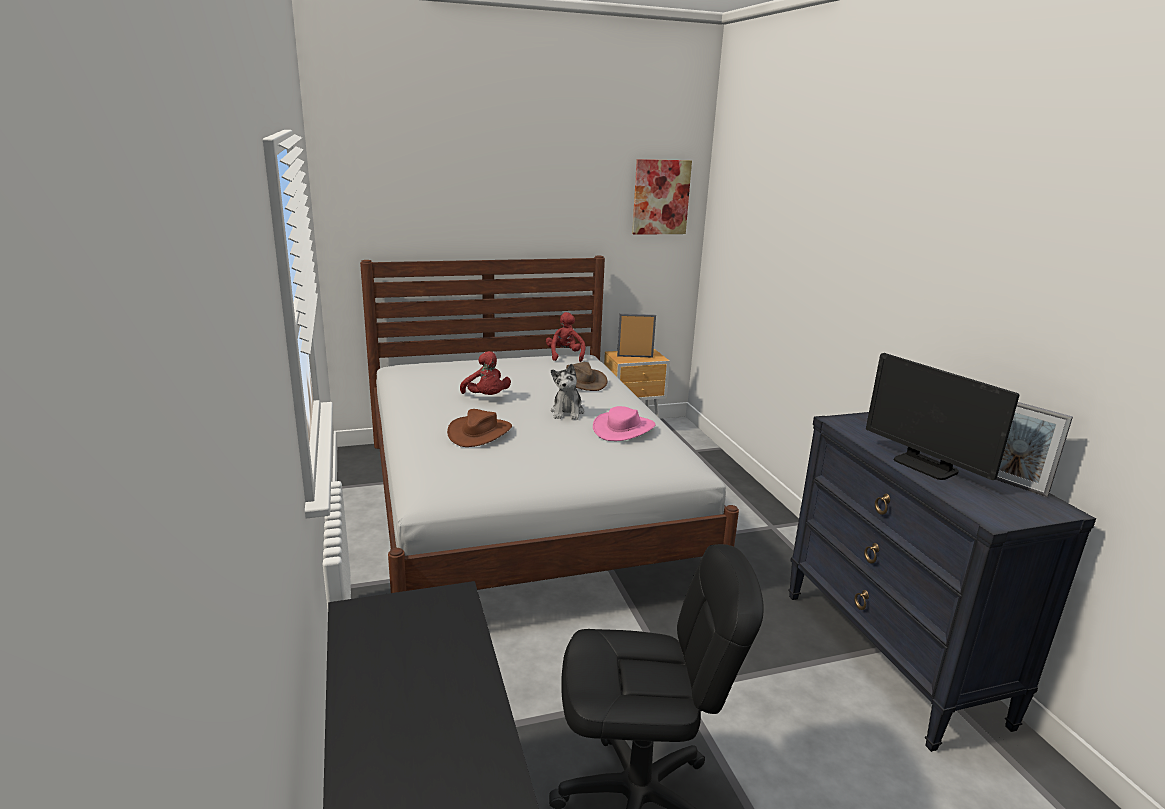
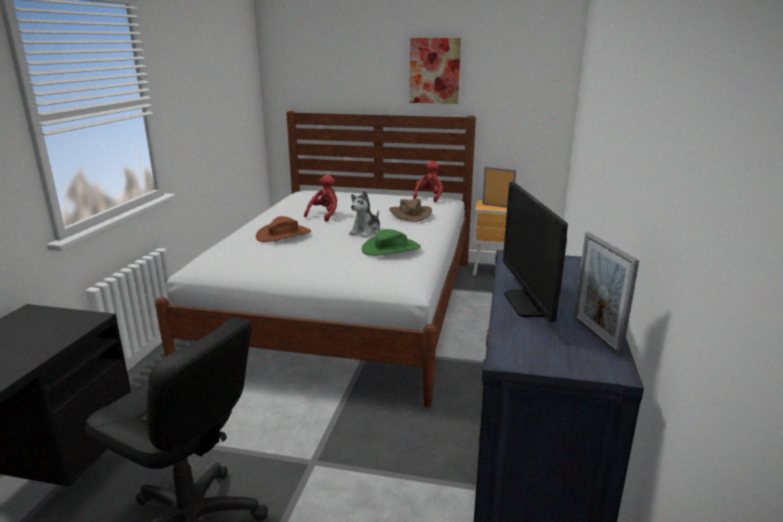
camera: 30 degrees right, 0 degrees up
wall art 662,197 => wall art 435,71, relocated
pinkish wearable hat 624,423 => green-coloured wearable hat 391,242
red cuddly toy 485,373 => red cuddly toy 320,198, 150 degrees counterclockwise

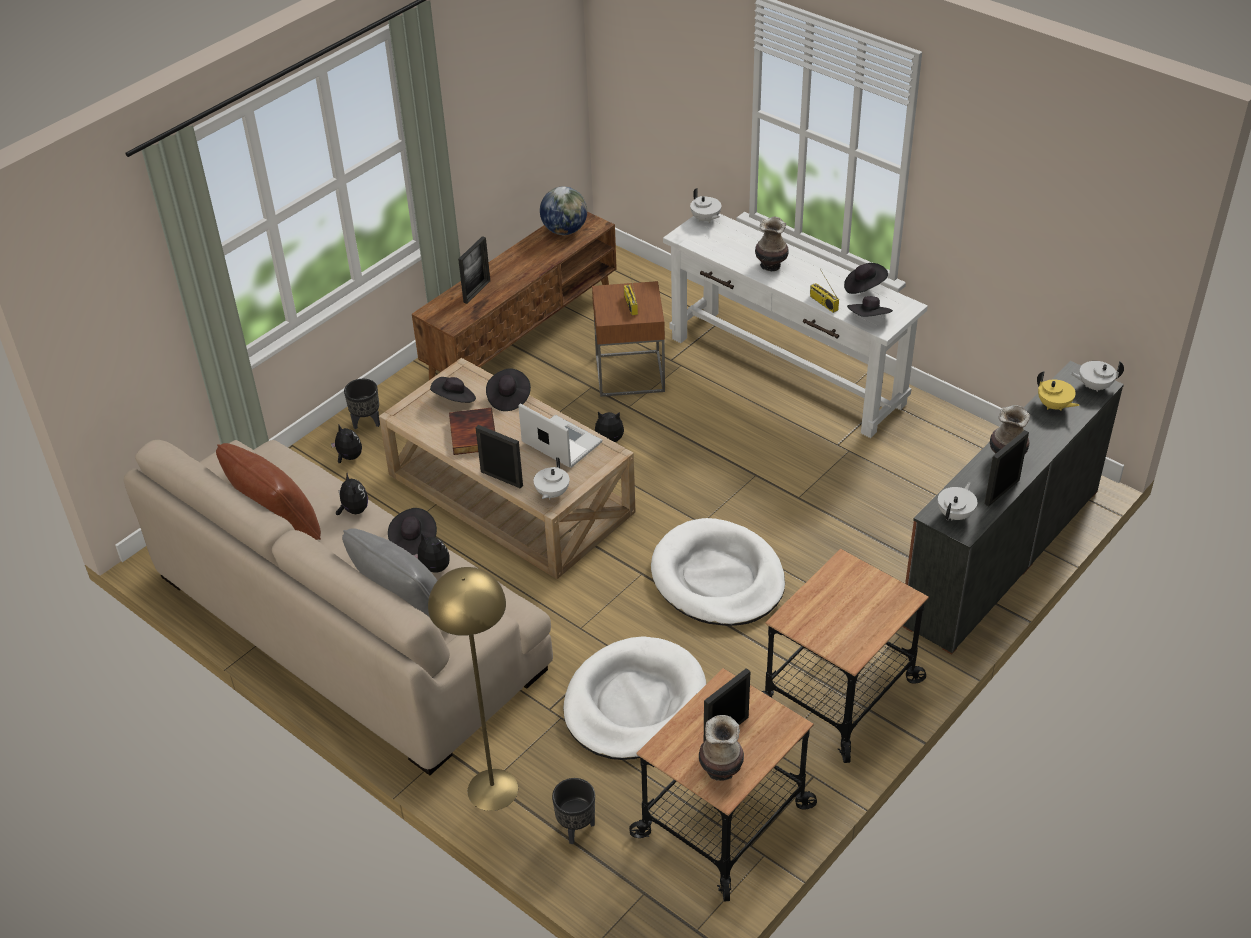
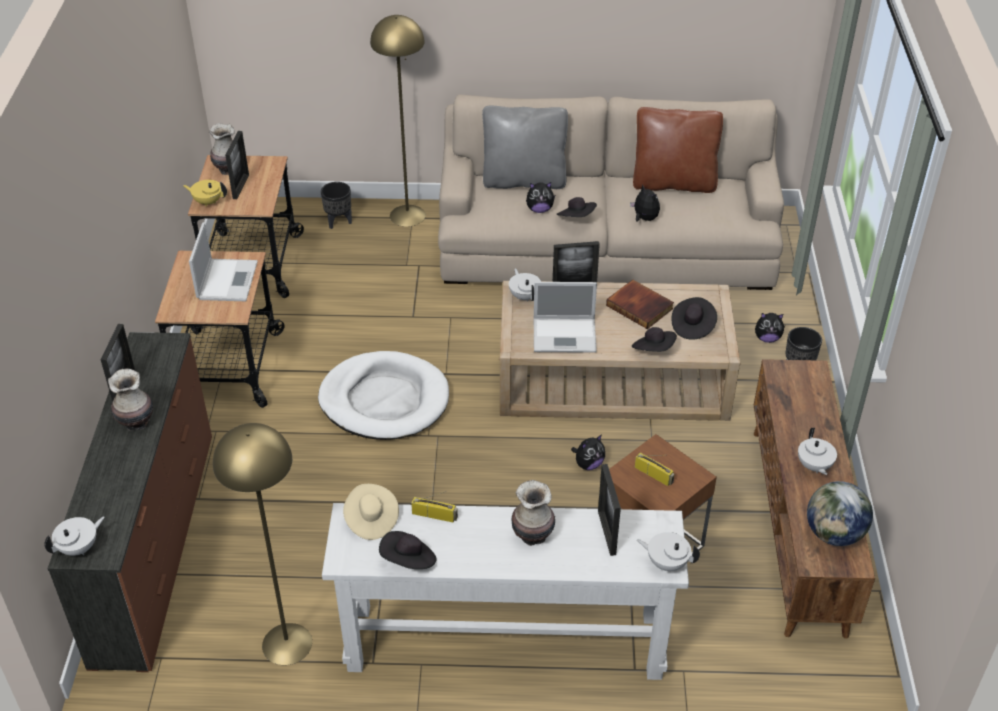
camera: 140 degrees right, 0 degrees up
whitish pet bed 634,698 => nothing
nothing => laptop 223,261
nothing => yellow standard lamp 262,544
photo frame 474,270 => photo frame 609,510, relocated
whitish pot for tea 957,501 => whitish pot for tea 817,451, relocated
yellow pot for tea 1058,391 => yellow pot for tea 205,193, relocated
blackish wearable hat 870,306 => beige wearable hat 371,512
cuddly toy 352,494 => cuddly toy 645,203, 150 degrees counterclockwise

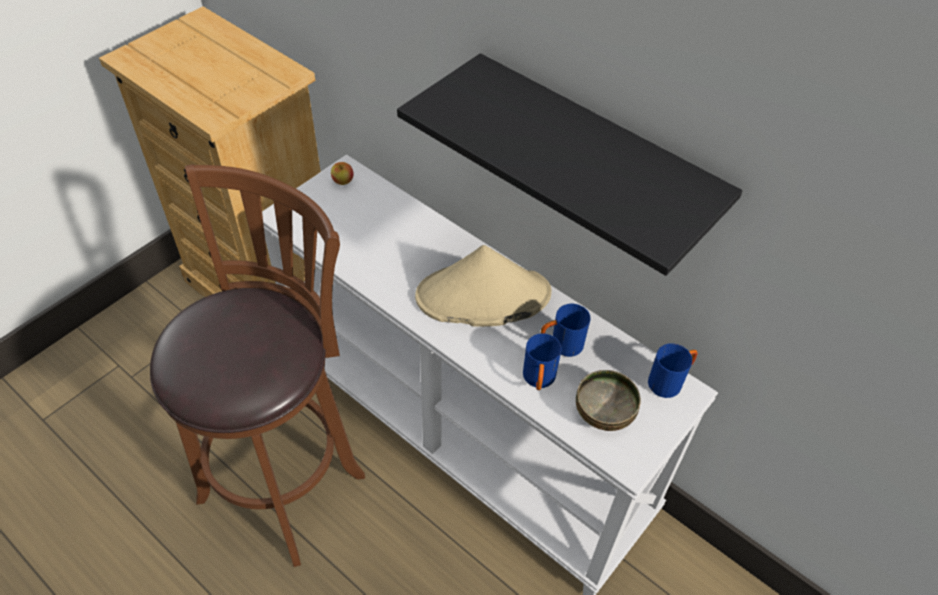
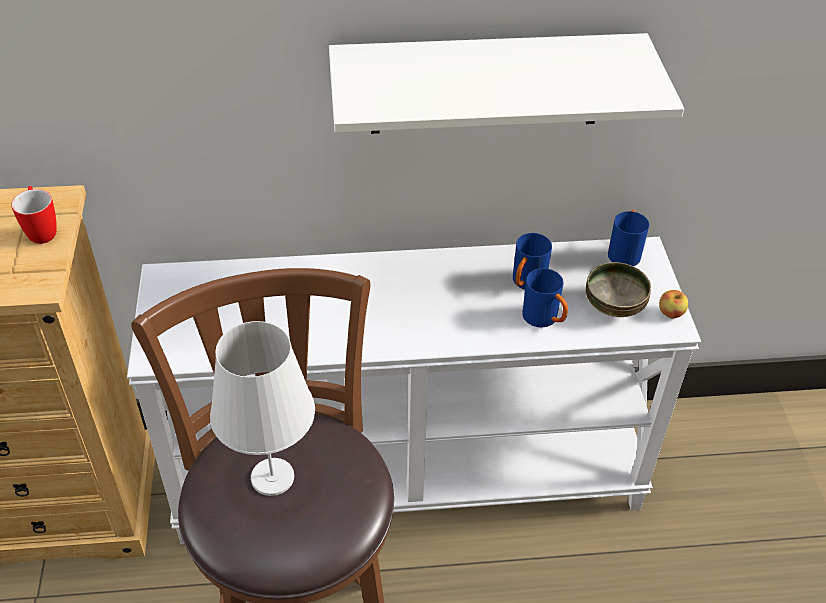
camera: 45 degrees left, 5 degrees down
beige wearable hat 483,286 => nothing
nothing => coffee mug 34,215
nothing => whitish lamp for a table 262,408
apple 342,173 => apple 673,304, relocated
blackish wall shelf 570,164 => whitish wall shelf 506,83

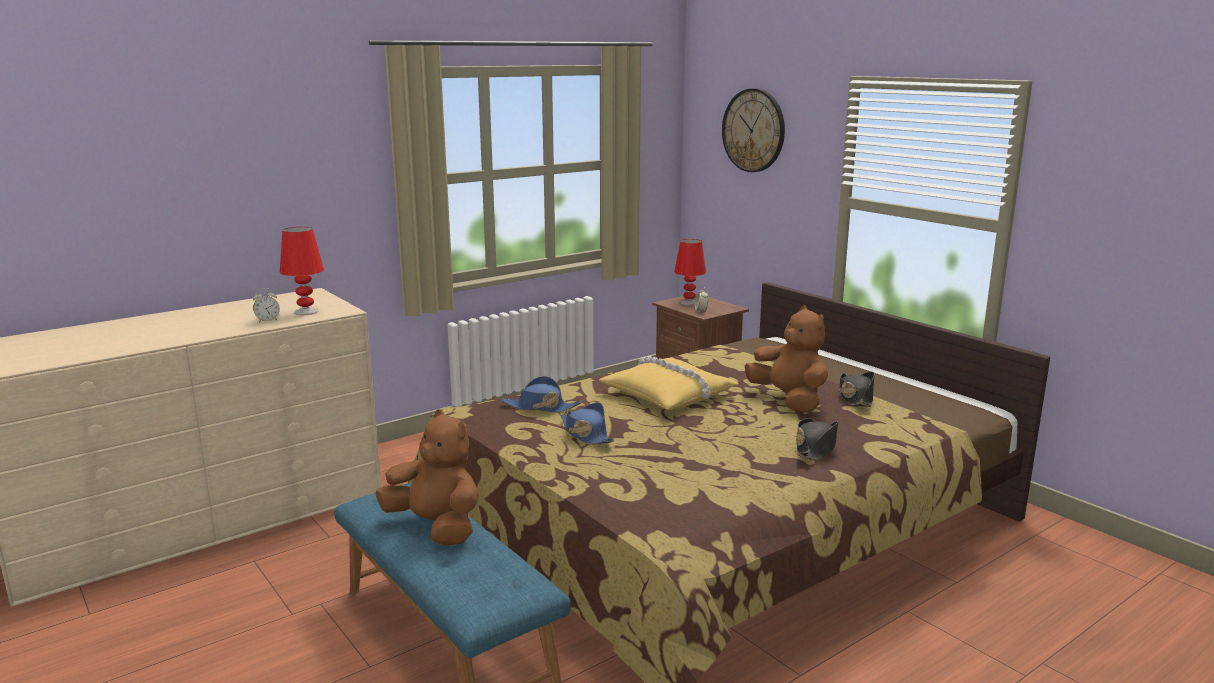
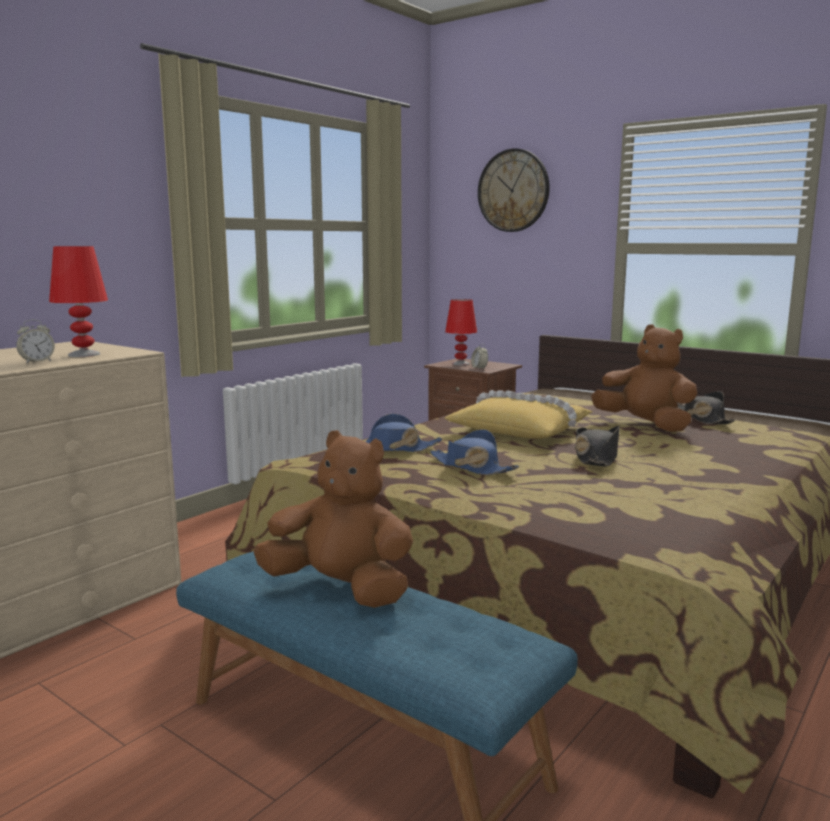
camera: 15 degrees left, 5 degrees down
blackish wearable hat 817,439 => blackish wearable hat 597,446, relocated

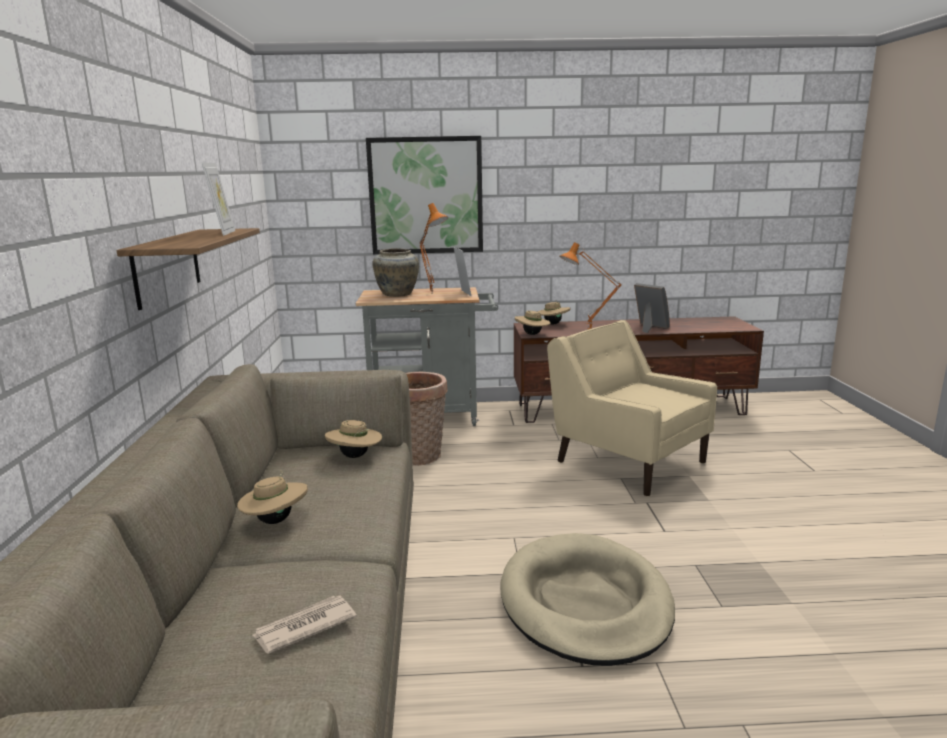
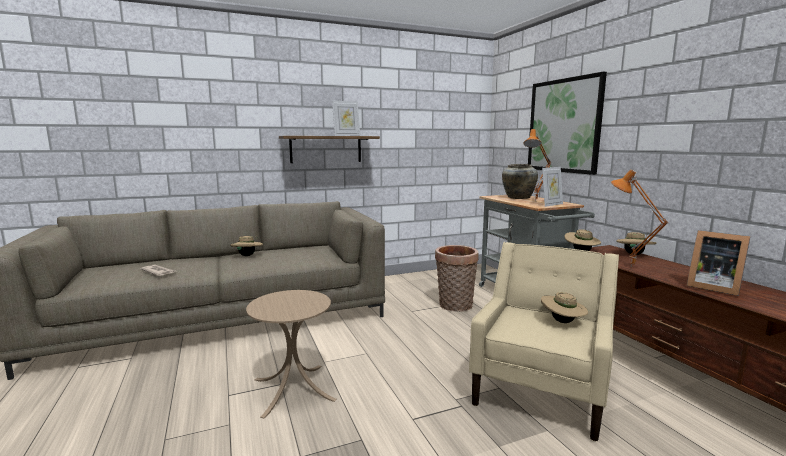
camera: 70 degrees right, 5 degrees down
beige wearable hat 353,439 => beige wearable hat 564,307, relocated
beige pet bed 587,599 => beige accent table 291,354
photo frame 652,308 => photo frame 718,263, 105 degrees clockwise

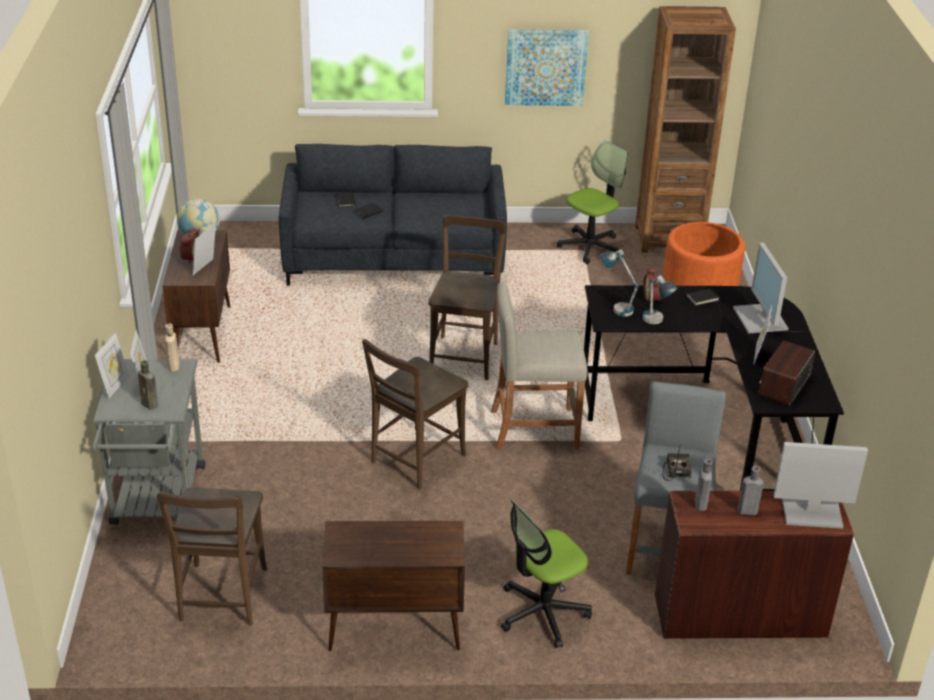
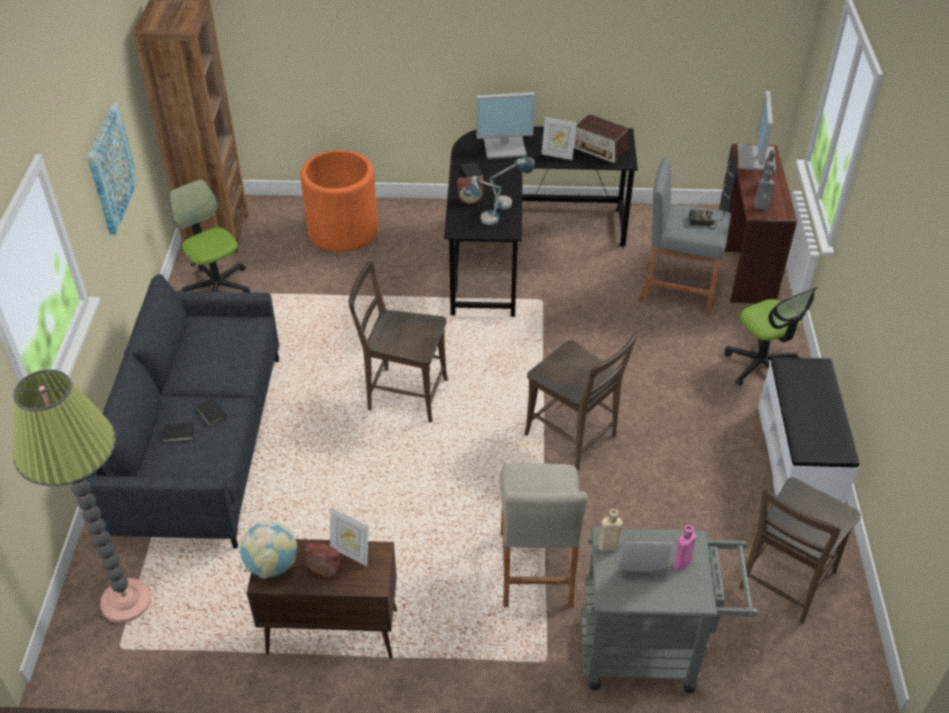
camera: 85 degrees left, 10 degrees up
photo frame 111,366 => nothing
nothing => standard lamp 82,496
beige sitting stool 539,365 => beige sitting stool 544,535, relocated
brown-coloured cupboard 393,586 => whitish long seat 808,430
brown-coloured beverage bottle 148,384 => pinkish beverage bottle 685,547
brown-coloured chair 212,556 => brown-coloured chair 800,551, 120 degrees clockwise

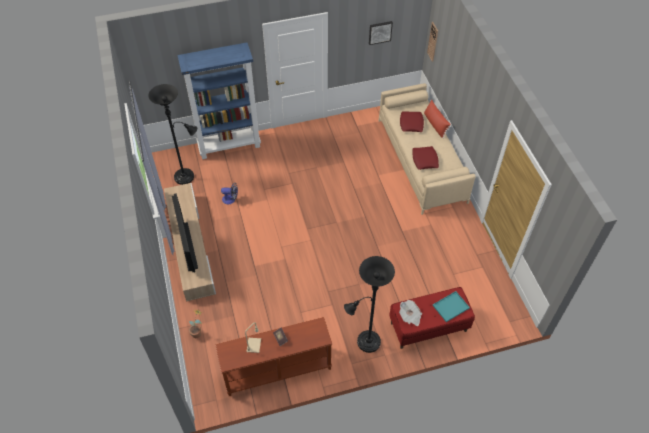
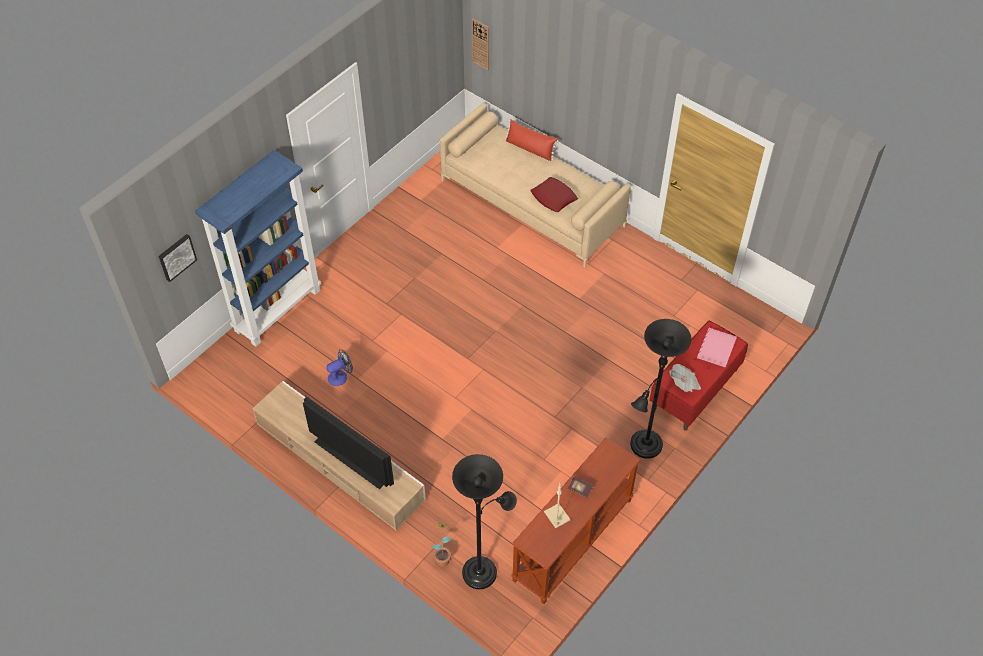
camera: 35 degrees left, 0 degrees up
red cushion 412,121 => nothing
blackish standard lamp 172,134 => blackish standard lamp 484,521, relocated
wall art 381,33 => wall art 177,258, relocated
turquoise-coloured carrying tray 451,306 => pinkish carrying tray 717,348

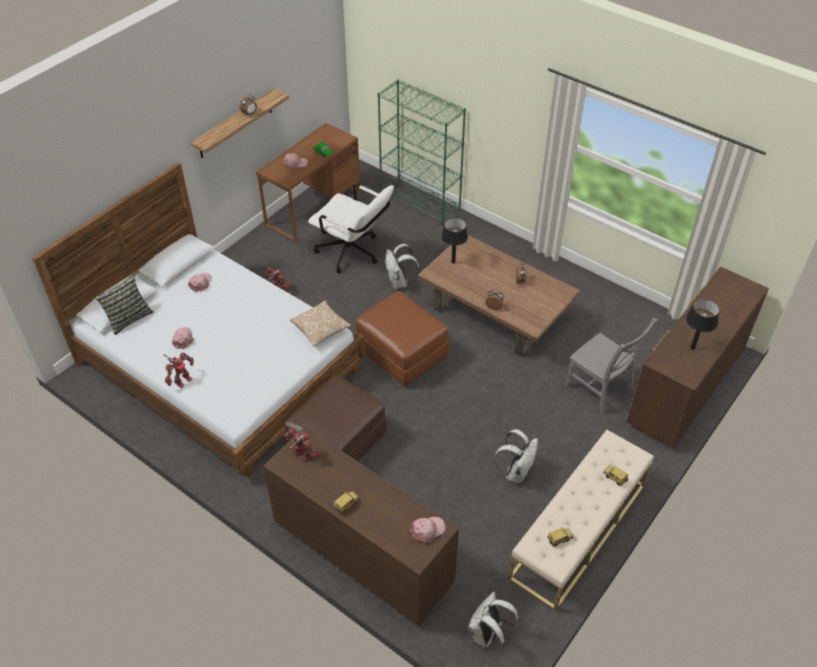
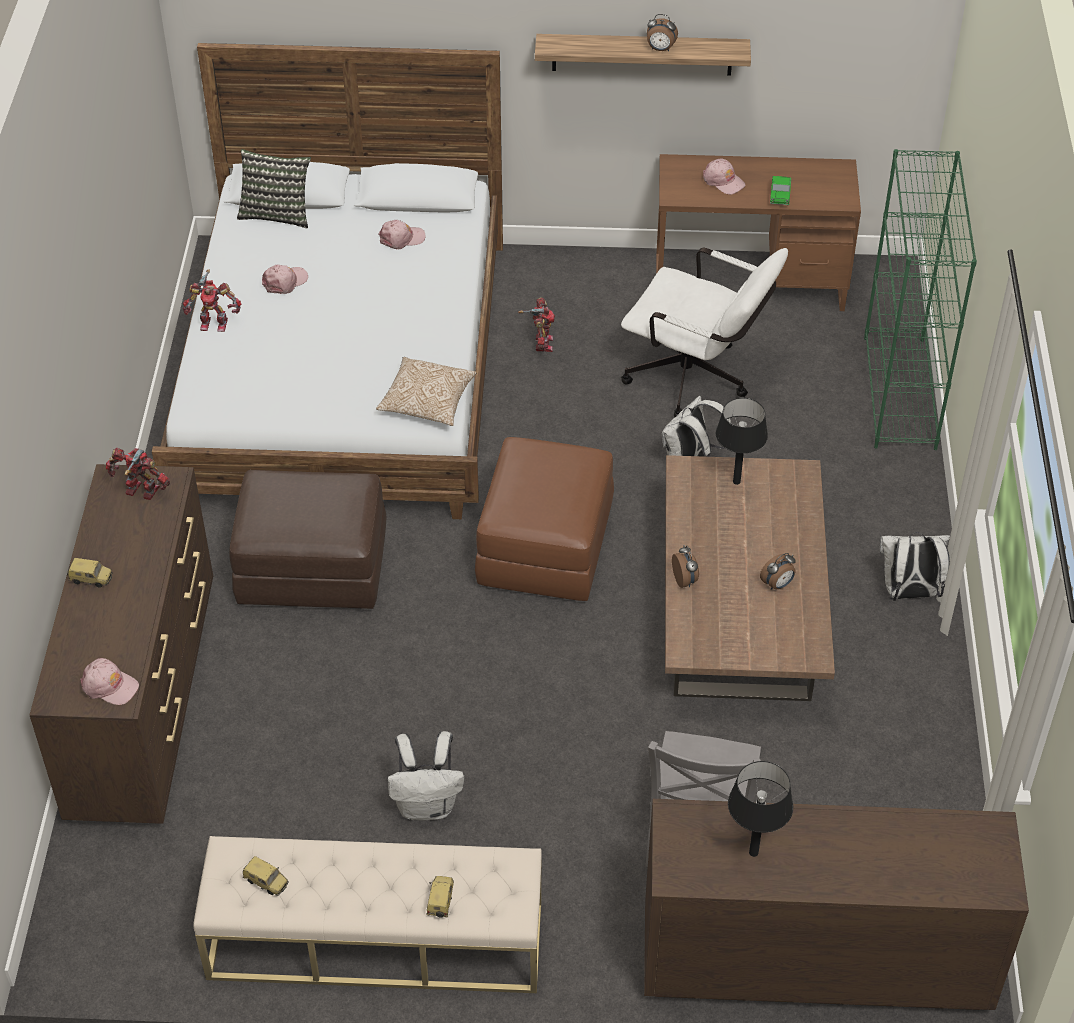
camera: 55 degrees right, 0 degrees up
whitish knapsack 494,621 => whitish knapsack 915,566, relocated
toy robot 301,445 => toy robot 138,474, 75 degrees counterclockwise
whitish desk chair 351,228 => whitish desk chair 704,332, 60 degrees counterclockwise

